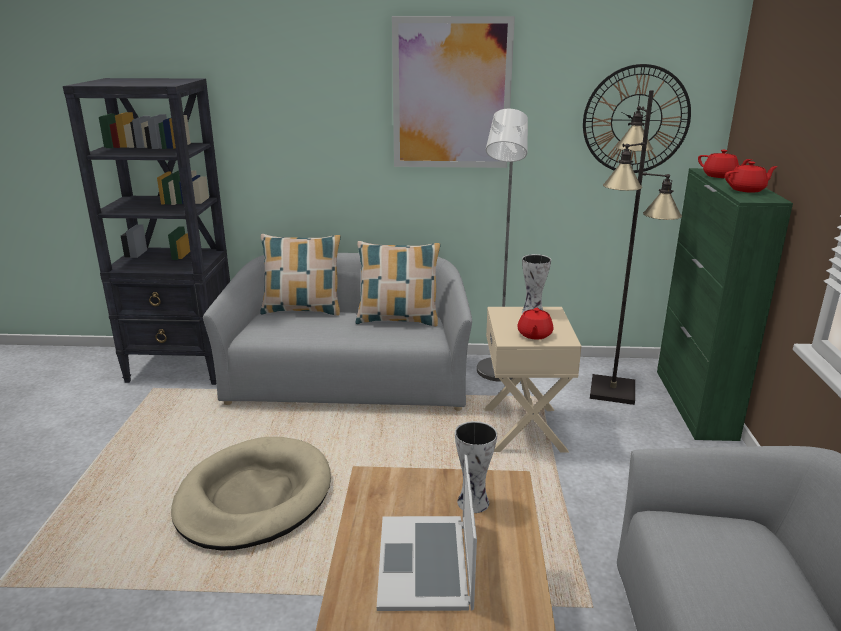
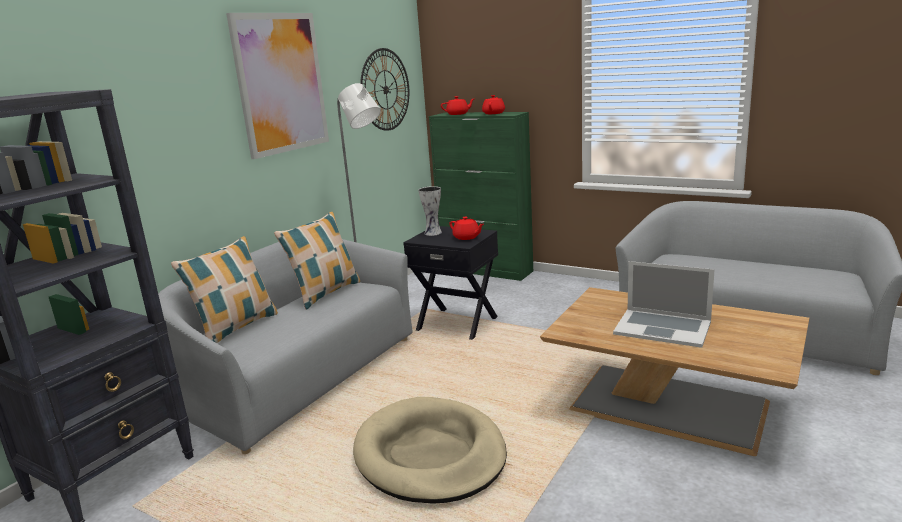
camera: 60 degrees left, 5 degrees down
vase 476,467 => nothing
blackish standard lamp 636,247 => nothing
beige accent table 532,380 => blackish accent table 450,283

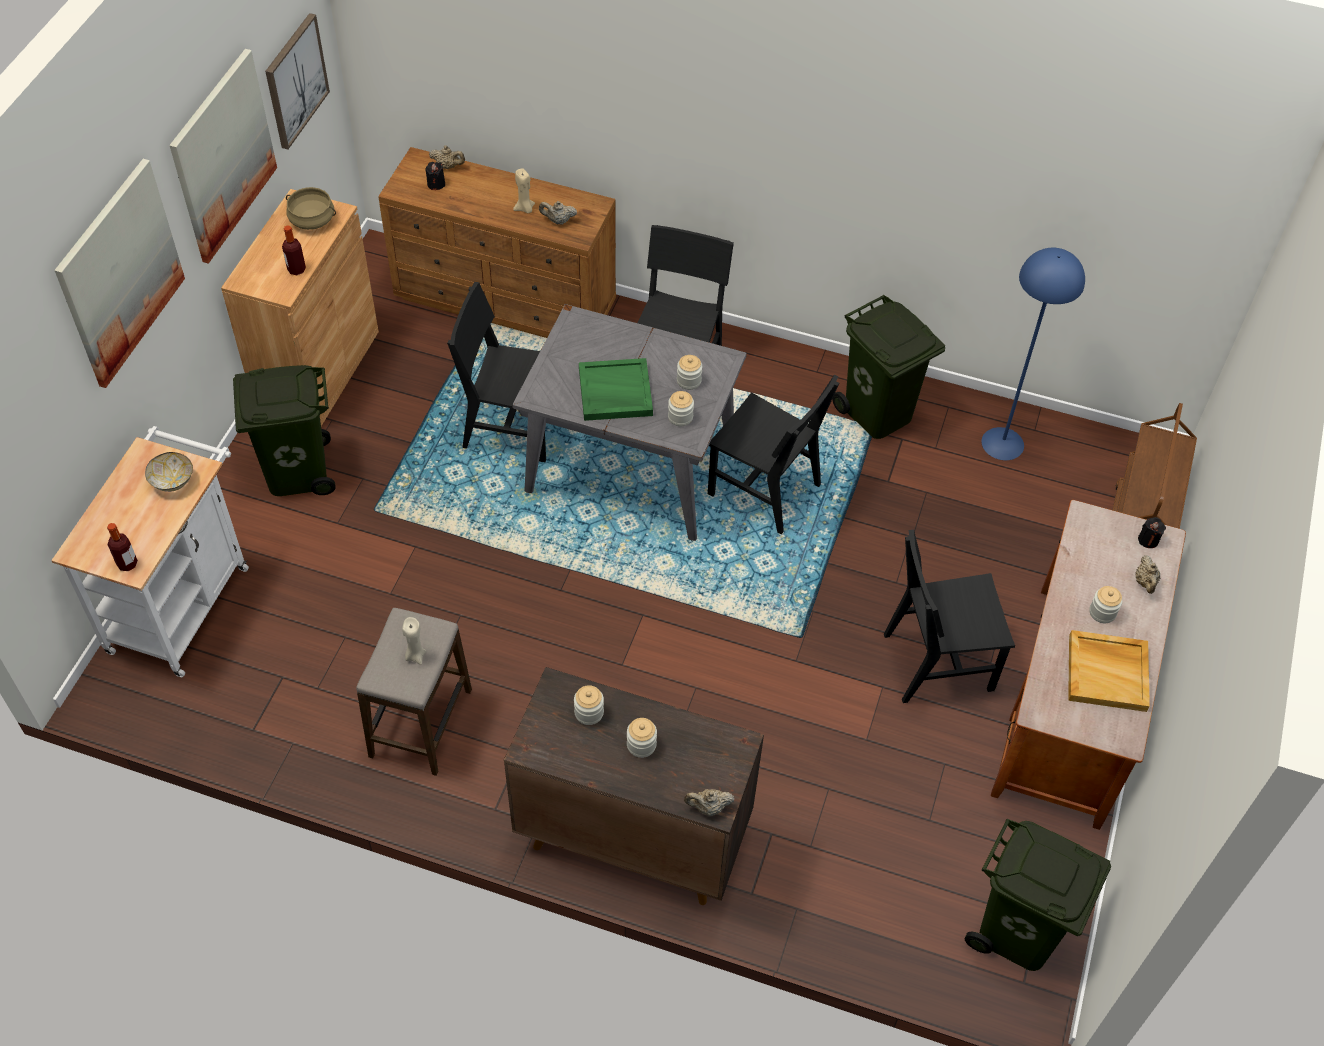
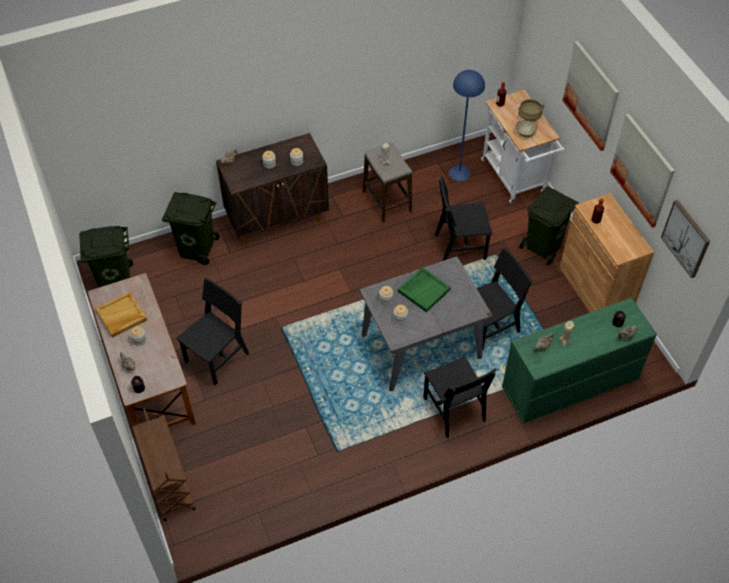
camera: 140 degrees right, 0 degrees up
beige cooking pot 311,208 => beige cooking pot 531,110, relocated
blackish chair 773,454 => blackish chair 464,218, relocated
green-coloured rubbish bin 888,367 => green-coloured rubbish bin 191,228, relocated
blue standard lamp 1033,354 => blue standard lamp 467,125, relocated
brown-coloured chest of drawers 497,242 => green-coloured chest of drawers 579,361

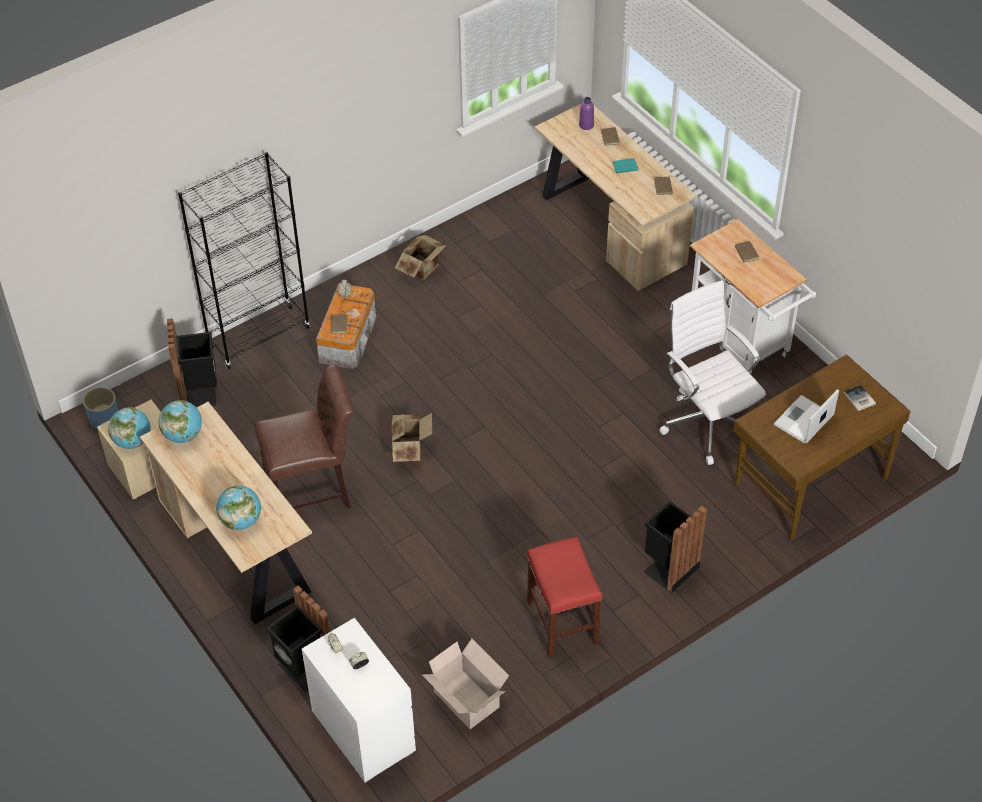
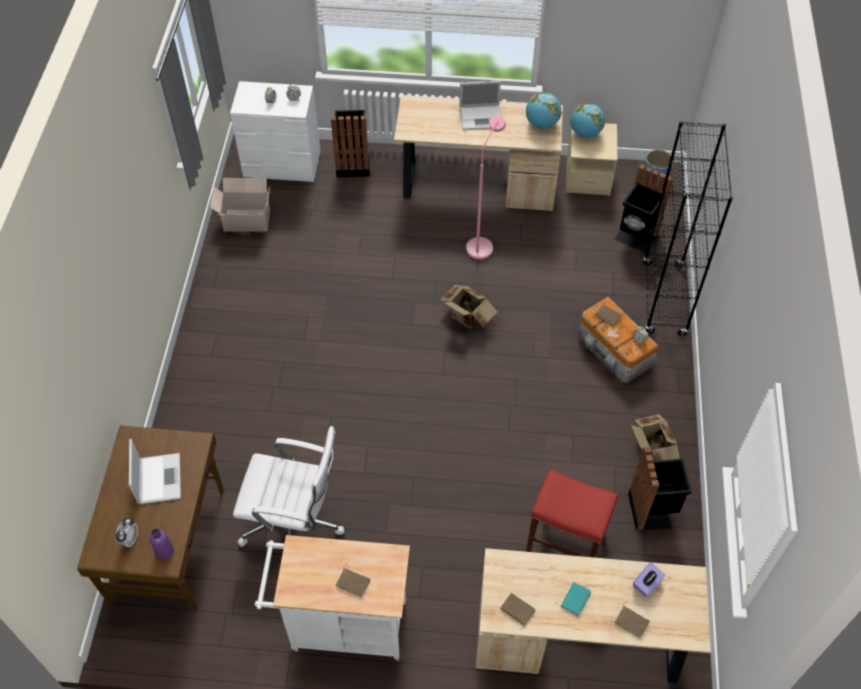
camera: 130 degrees right, 5 degrees up
globe 238,508 => nothing
nothing => laptop 480,105
nothing => purplish tissue box 649,579
red sitting stool 565,597 => red sitting stool 572,513, relocated
purplish beverage bottle 586,113 => purplish beverage bottle 162,544, relocated
blackish rubbish bin 675,547 => blackish rubbish bin 660,489, relocated
brown-coloured chair 304,437 => pinkish standard lamp 486,187
bound book 860,398 => bedside clock 126,532

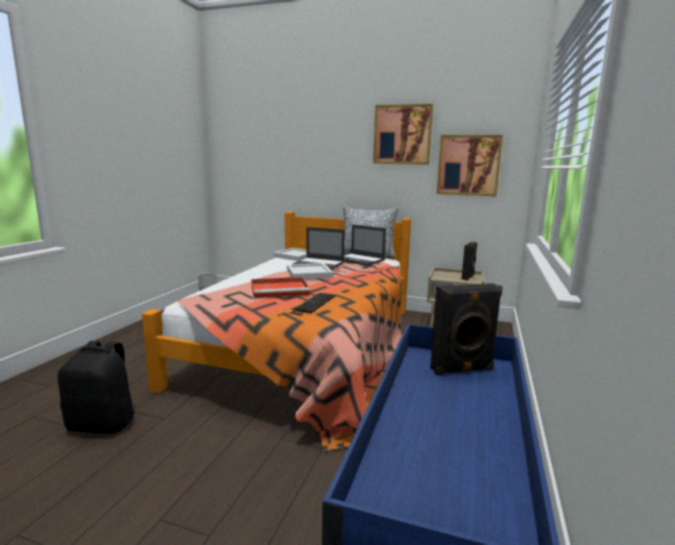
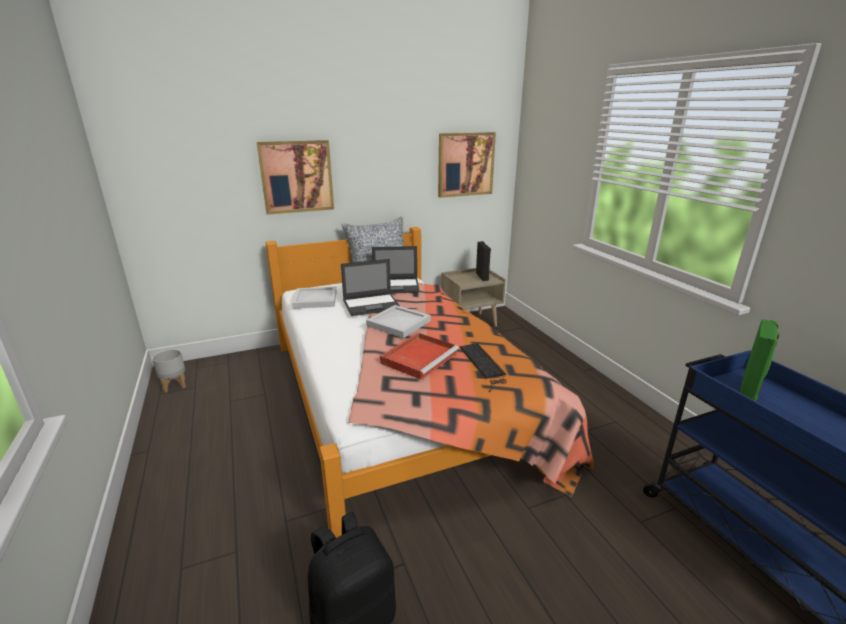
camera: 40 degrees left, 10 degrees up
wall art 403,134 => wall art 295,177, relocated
blackish loudspeaker 466,329 => green-coloured loudspeaker 759,360

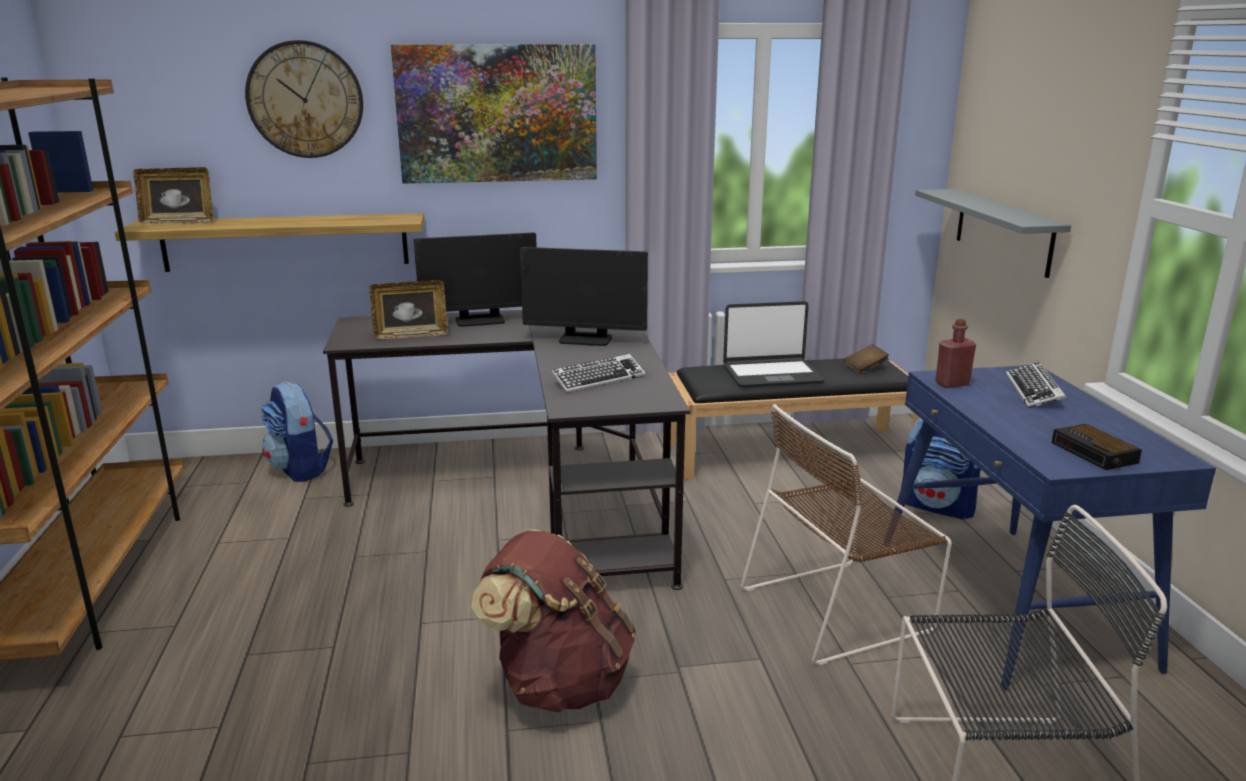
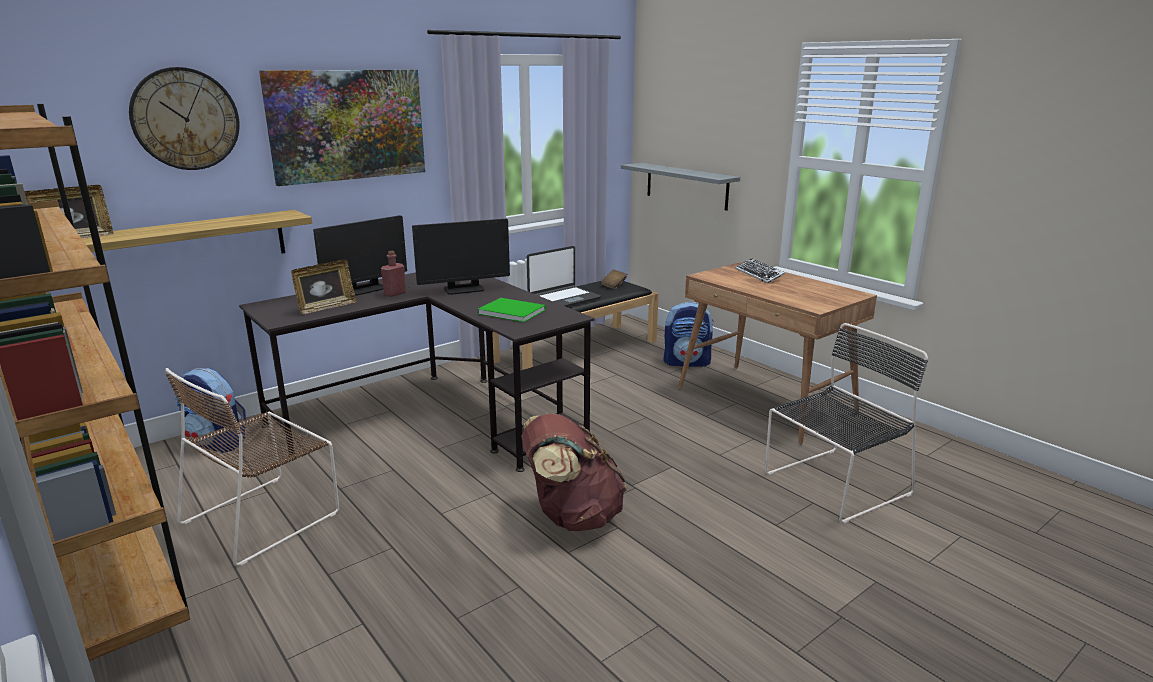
camera: 30 degrees left, 0 degrees up
bedside clock 1097,447 => nothing
brown-coloured chair 846,535 => brown-coloured chair 252,467, relocated
red beverage bottle 955,353 => red beverage bottle 393,274, relocated
computer keyboard 598,373 => green-coloured bound book 512,310
blue desk table 1050,528 => brown-coloured desk table 777,353

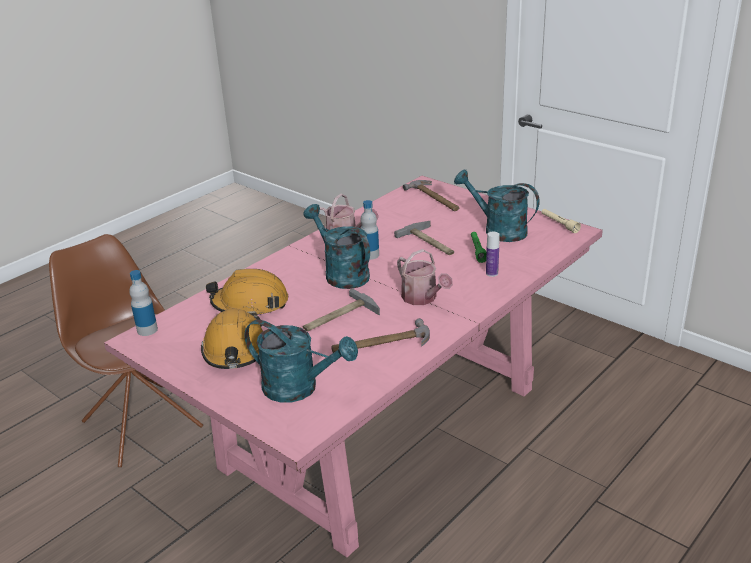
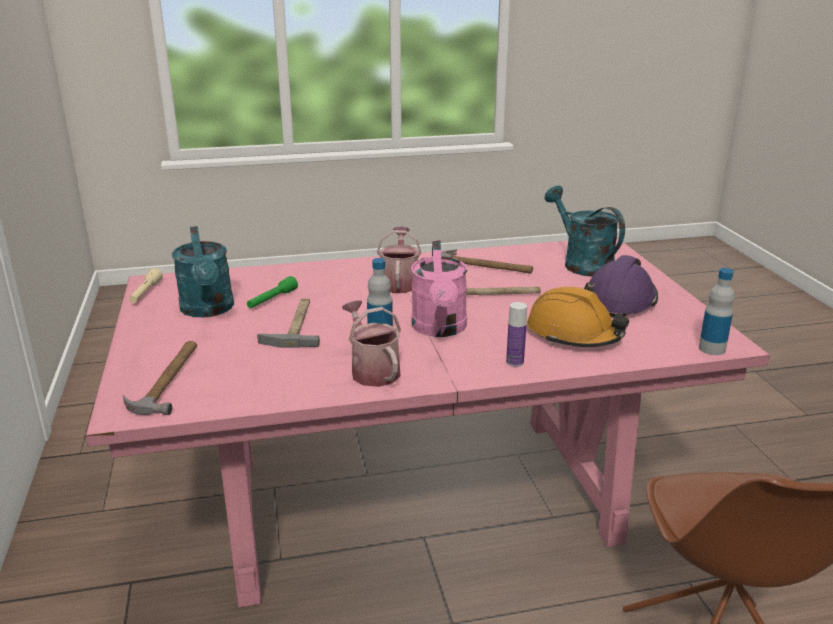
camera: 145 degrees left, 5 degrees down
beverage bottle 492,254 => beverage bottle 516,334, relocated
orange-coloured hard hat 232,338 => purplish hard hat 621,286
turquoise-coloured watering pot 336,246 => pinkish watering pot 439,288

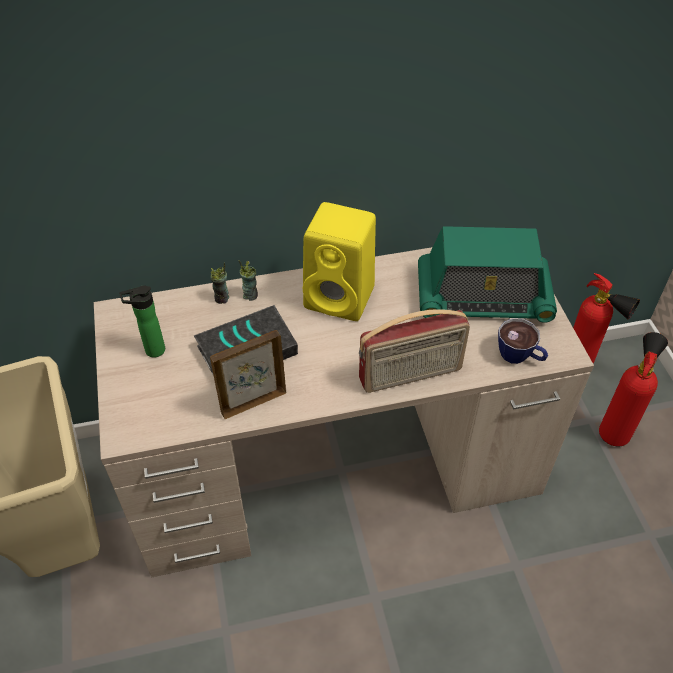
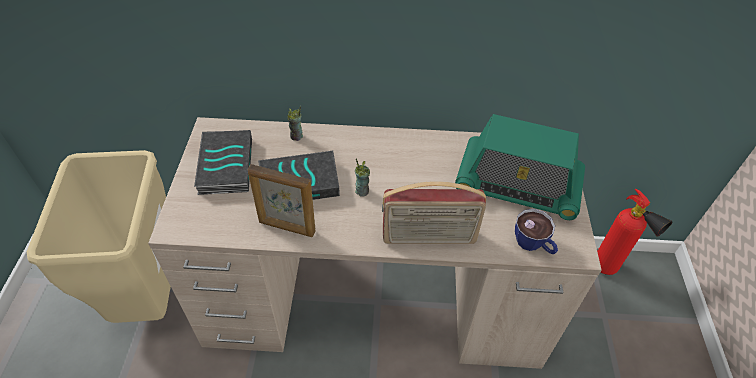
camera: 15 degrees right, 0 degrees up
yellow loudspeaker 339,261 => nothing
fire-fighting cylinder 633,389 => nothing
small cup 248,280 => small cup 362,178, relocated
beverage bottle 142,322 => bound book 223,162
photo frame 248,374 => photo frame 281,200, 150 degrees counterclockwise

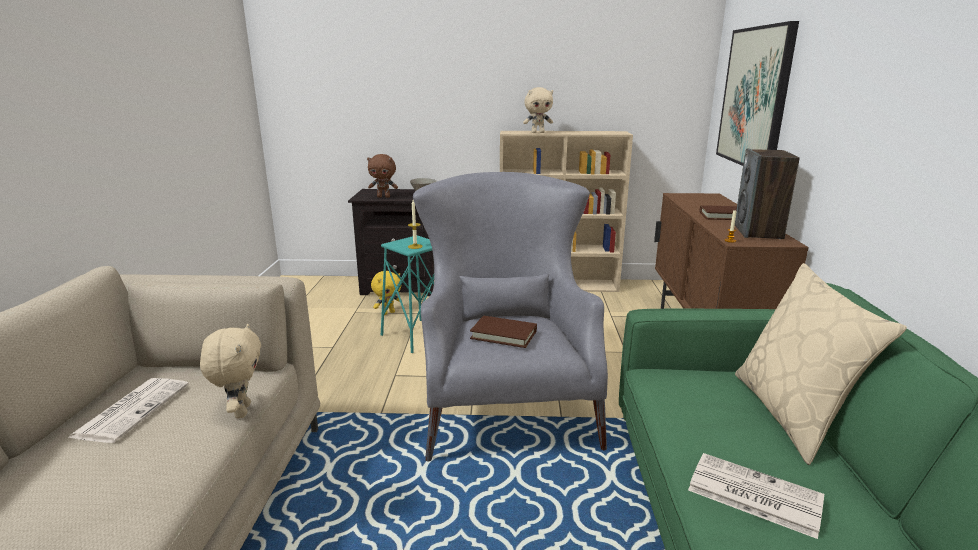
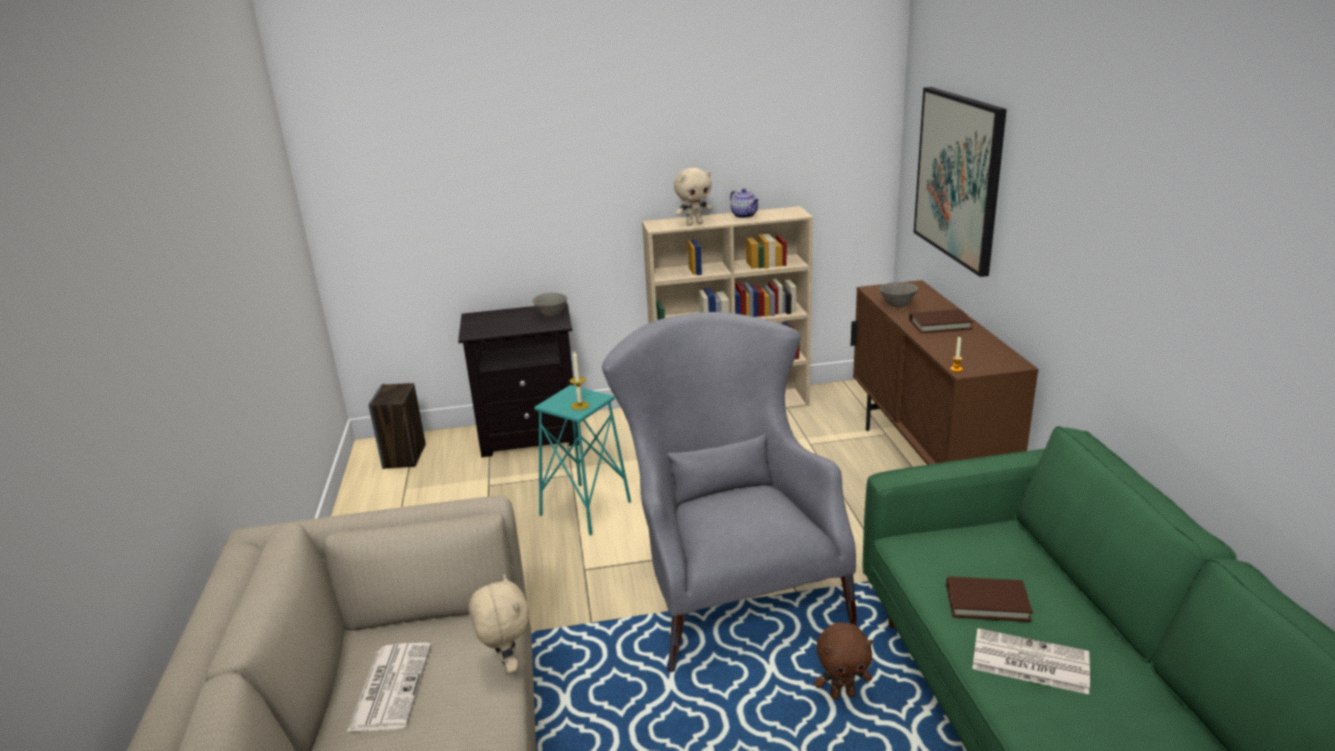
camera: 10 degrees left, 5 degrees up
yellow cuddly toy 386,293 => nothing
beige cushion 821,364 => nothing
nothing => pot for tea 744,203
nothing => grey bowl 899,294
brown-coloured cuddly toy 382,176 => brown-coloured cuddly toy 843,661, relocated
brown-coloured bound book 503,332 => brown-coloured bound book 989,599, relocated
loudspeaker 767,194 => loudspeaker 397,426, relocated

